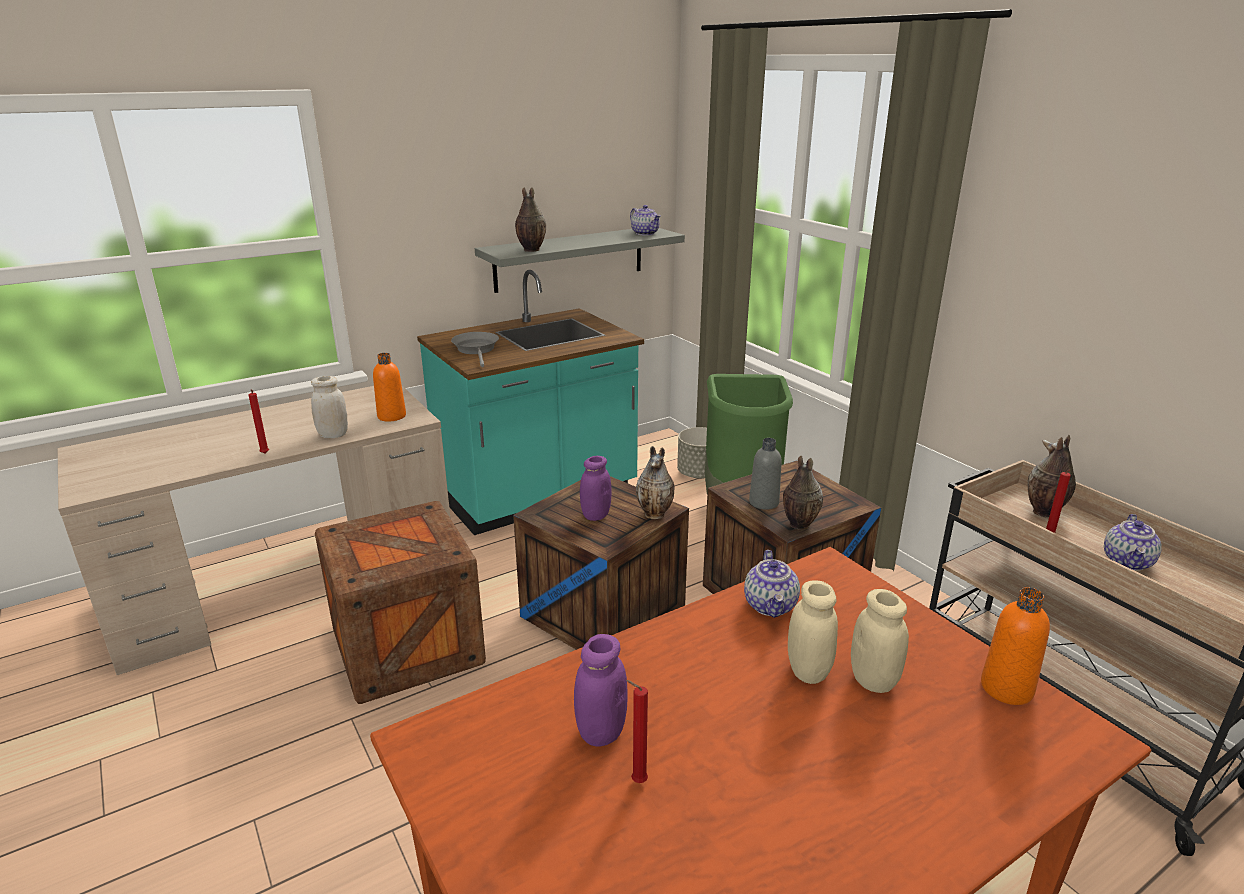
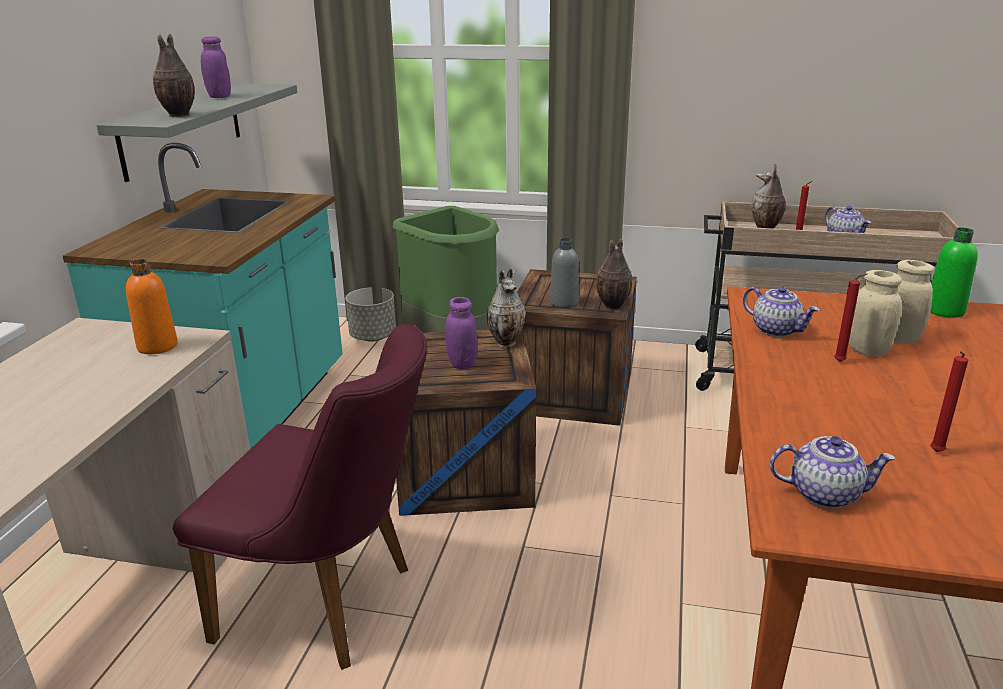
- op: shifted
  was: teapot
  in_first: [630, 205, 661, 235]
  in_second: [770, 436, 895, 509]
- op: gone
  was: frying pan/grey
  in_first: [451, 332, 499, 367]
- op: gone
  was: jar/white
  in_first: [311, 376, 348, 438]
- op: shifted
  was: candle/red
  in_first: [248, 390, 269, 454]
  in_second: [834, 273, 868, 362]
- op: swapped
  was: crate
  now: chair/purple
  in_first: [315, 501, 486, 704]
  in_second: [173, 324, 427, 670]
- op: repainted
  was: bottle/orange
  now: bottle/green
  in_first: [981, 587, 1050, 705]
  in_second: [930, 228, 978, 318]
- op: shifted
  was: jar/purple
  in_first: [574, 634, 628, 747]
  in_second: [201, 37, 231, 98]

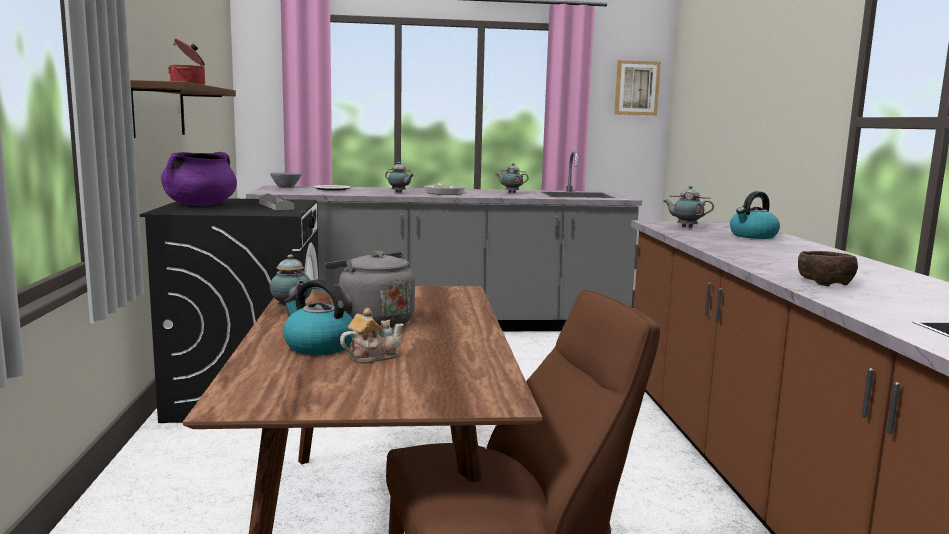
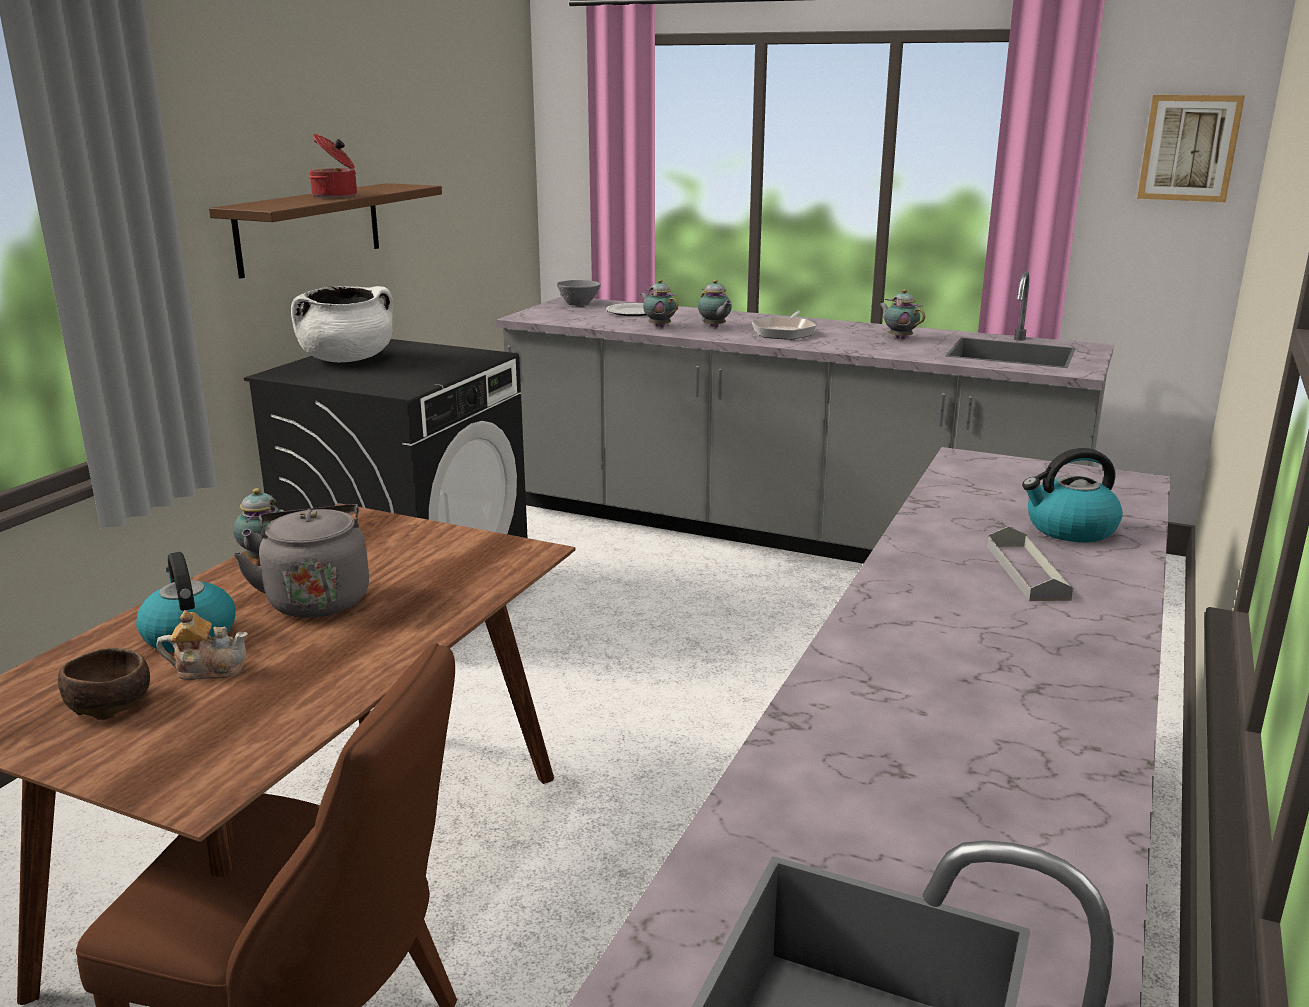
- op: repainted
  was: cooking pot/purple
  now: cooking pot/white
  in_first: [161, 152, 237, 206]
  in_second: [291, 286, 393, 362]
- op: shifted
  was: teapot
  in_first: [664, 186, 714, 228]
  in_second: [640, 280, 678, 328]
- op: shifted
  was: tray/grey
  in_first: [259, 193, 294, 210]
  in_second: [987, 526, 1073, 601]
- op: shifted
  was: bowl/brown
  in_first: [798, 251, 858, 286]
  in_second: [58, 648, 150, 720]

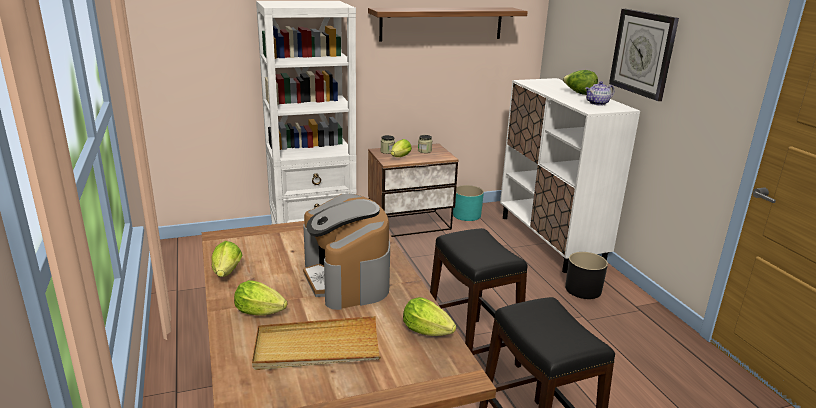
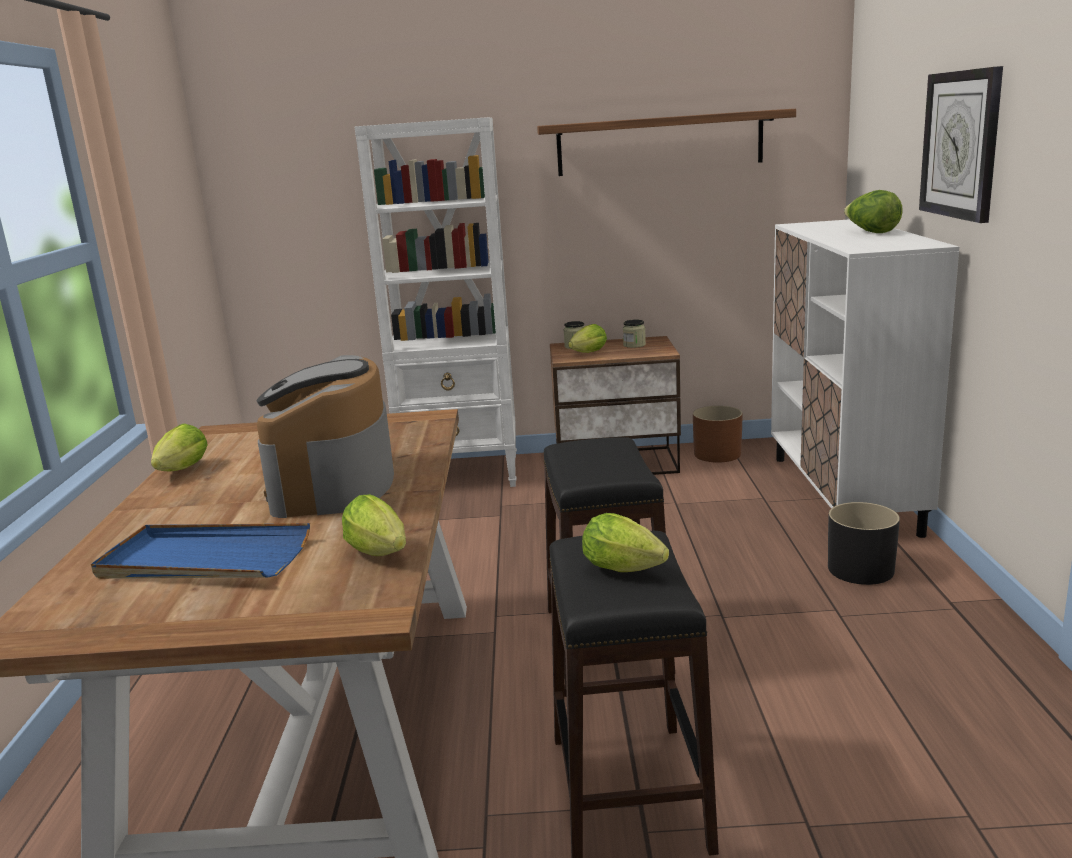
- op: gone
  was: teapot
  in_first: [585, 81, 614, 106]
- op: repainted
  was: planter/turquoise
  now: planter/brown
  in_first: [453, 185, 484, 221]
  in_second: [693, 406, 743, 463]
- op: shifted
  was: lettuce
  in_first: [234, 280, 287, 316]
  in_second: [582, 513, 669, 572]
- op: repainted
  was: tray/beige
  now: tray/blue
  in_first: [252, 316, 381, 370]
  in_second: [91, 523, 310, 579]

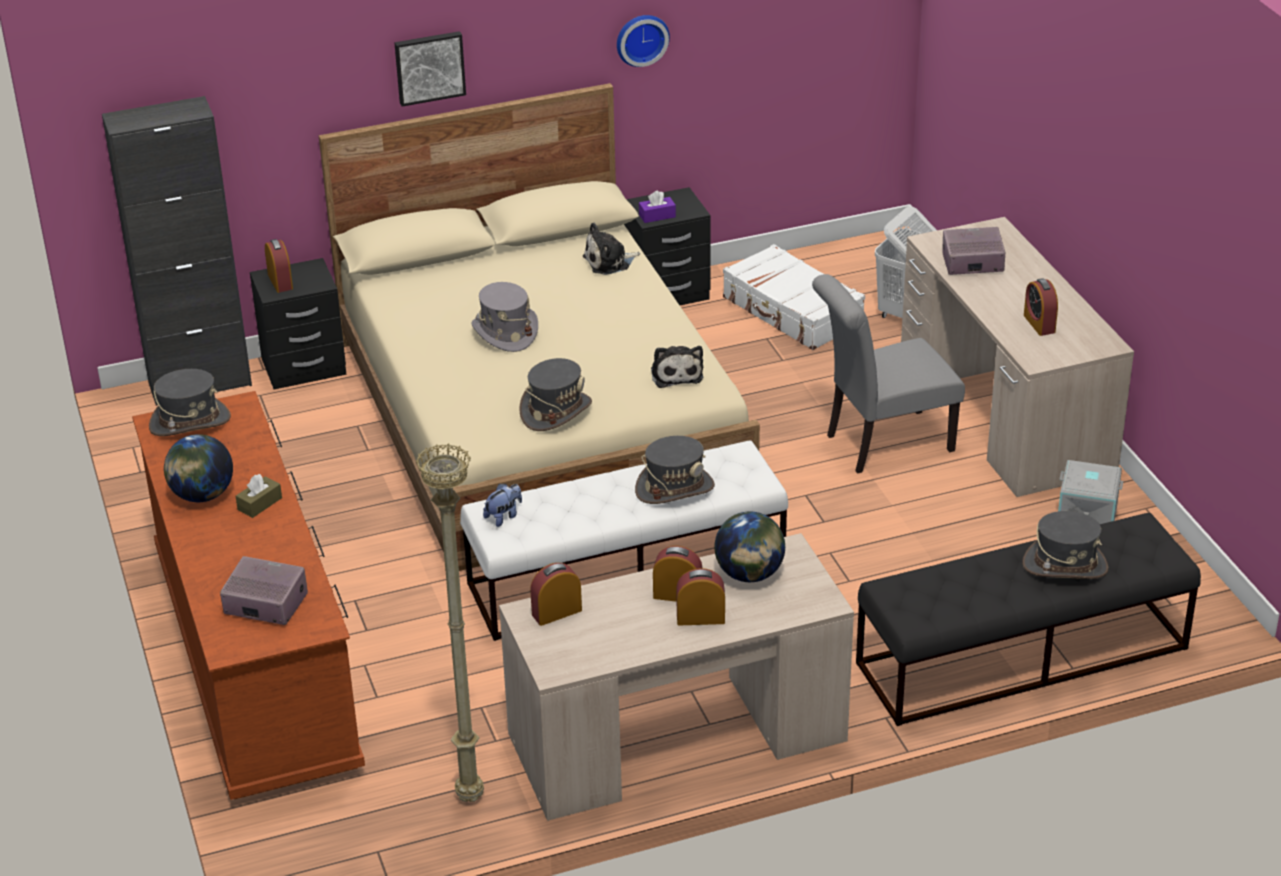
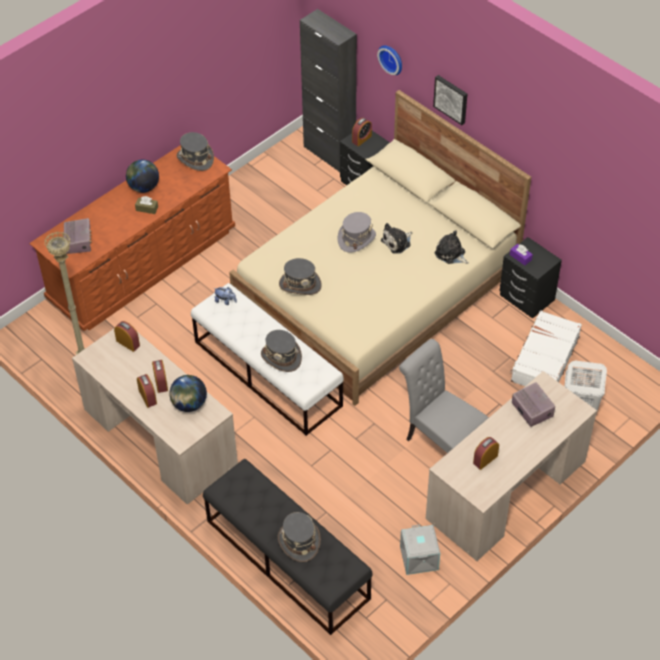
- op: shifted
  was: wall clock
  in_first: [617, 15, 670, 67]
  in_second: [377, 45, 402, 75]
- op: shifted
  was: plush toy
  in_first: [651, 346, 703, 388]
  in_second: [381, 223, 412, 254]

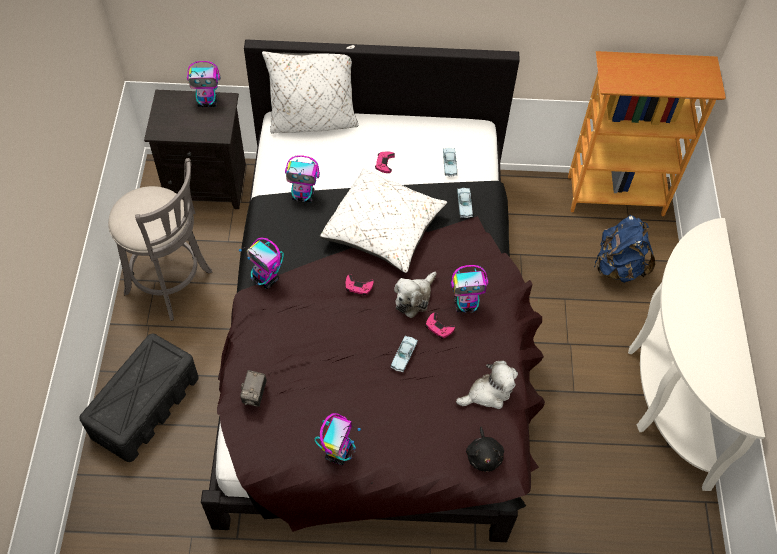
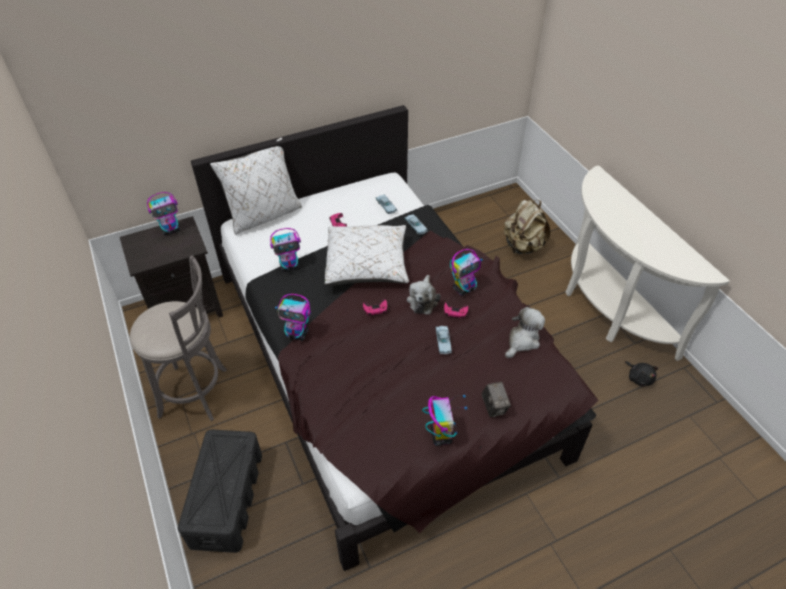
- op: gone
  was: bookcase
  in_first: [568, 51, 726, 216]
- op: repainted
  was: backpack/blue
  now: backpack/beige
  in_first: [594, 215, 655, 283]
  in_second: [504, 200, 550, 254]
- op: shifted
  was: photo camera
  in_first: [240, 370, 267, 407]
  in_second: [481, 382, 511, 417]
- op: shifted
  was: plush toy/black
  in_first: [466, 427, 504, 472]
  in_second: [625, 361, 658, 386]

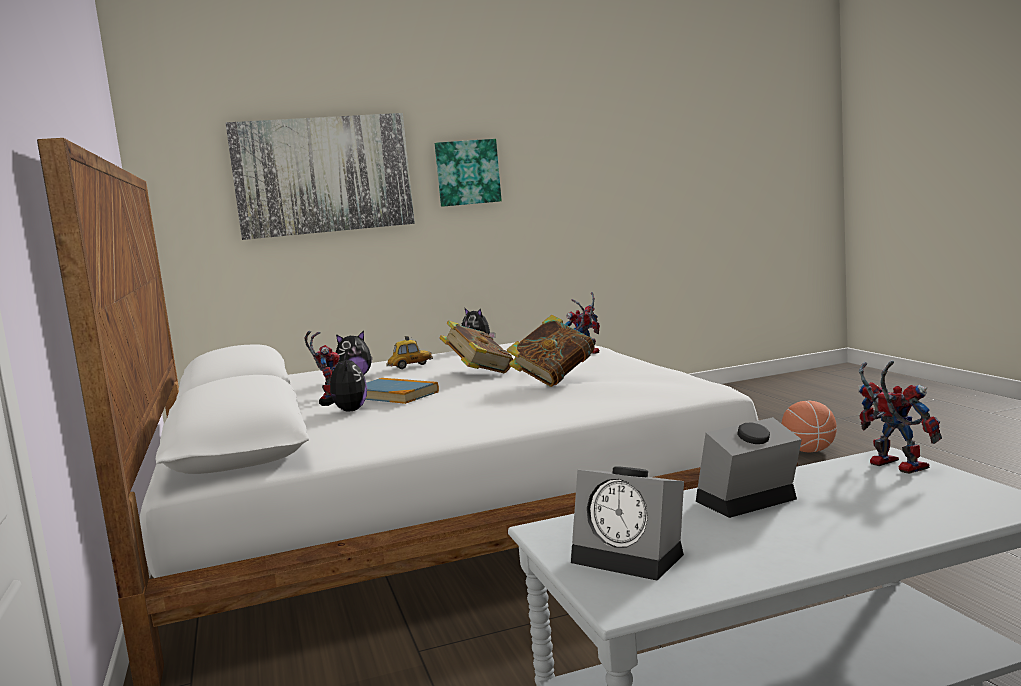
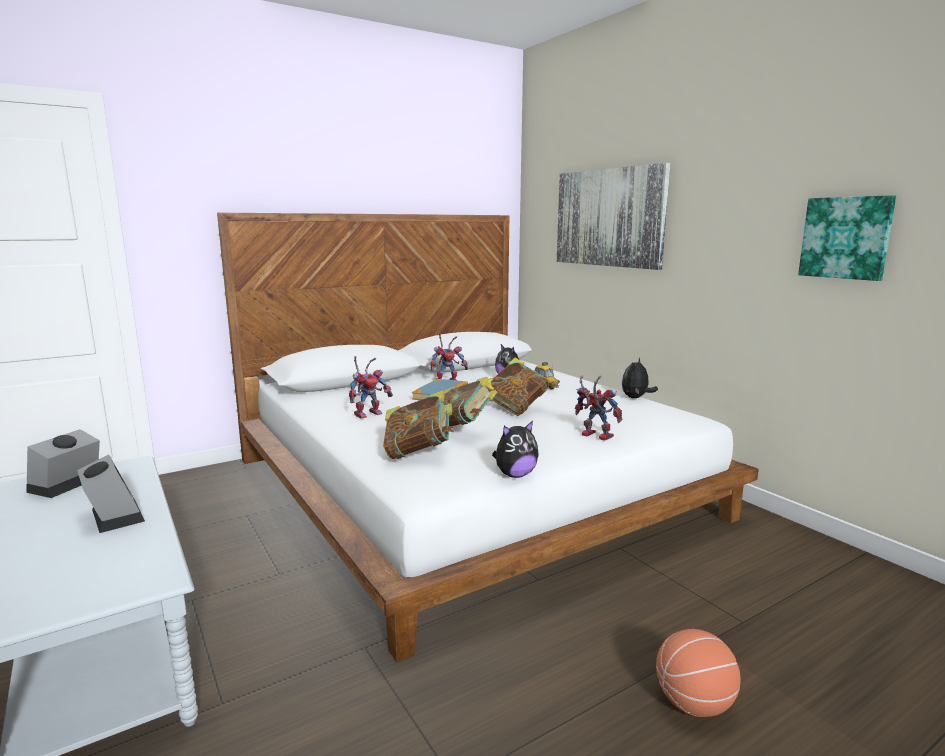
- op: shifted
  was: picture
  in_first: [435, 139, 502, 207]
  in_second: [798, 195, 896, 281]
- op: shifted
  was: plush toy
  in_first: [319, 353, 367, 412]
  in_second: [492, 421, 539, 478]
- op: shifted
  was: toy robot
  in_first: [858, 361, 942, 474]
  in_second: [349, 356, 393, 419]
- op: new
  now: book
  in_second: [383, 390, 454, 459]

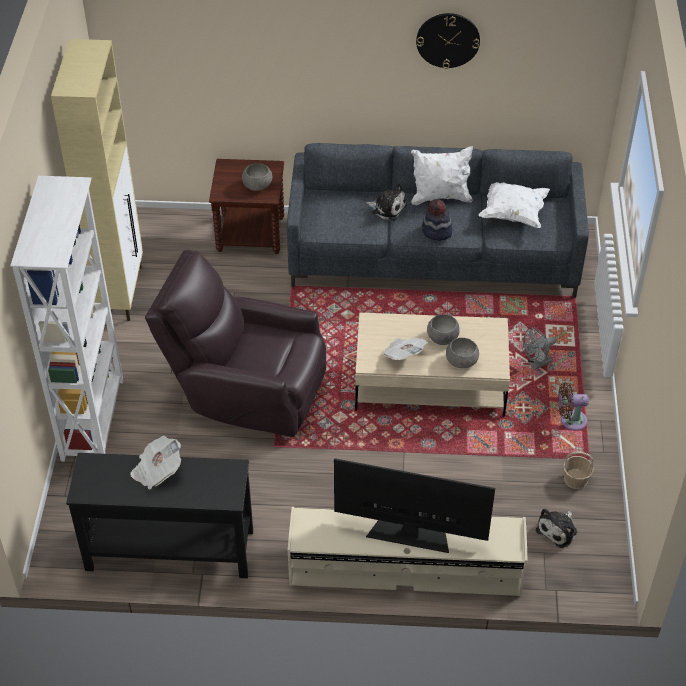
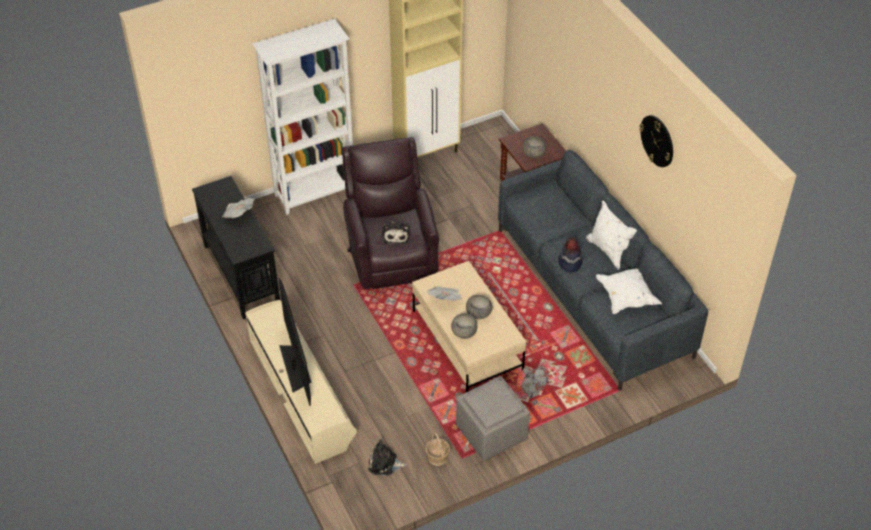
- op: shifted
  was: plush toy
  in_first: [366, 183, 407, 221]
  in_second: [382, 221, 410, 244]
- op: rotated
  was: fan/grey
  in_first: [523, 327, 557, 370]
  in_second: [521, 368, 549, 399]
  clockwise: -150
- op: swapped
  was: fan/brown
  now: ottoman/grey
  in_first: [558, 382, 589, 431]
  in_second: [456, 376, 530, 461]

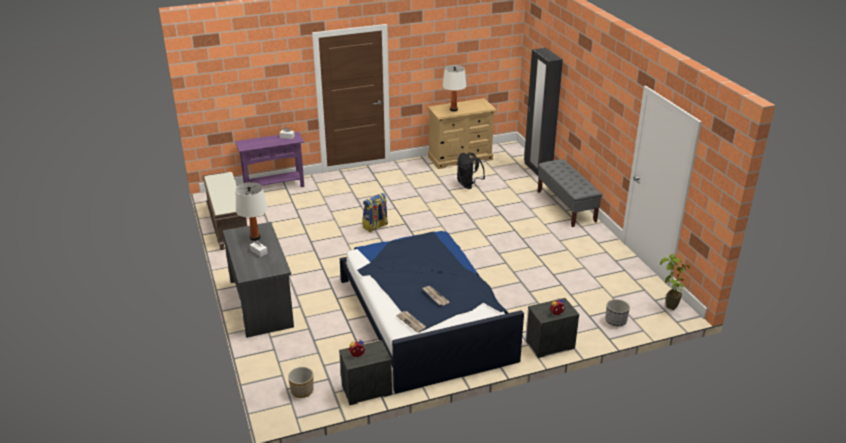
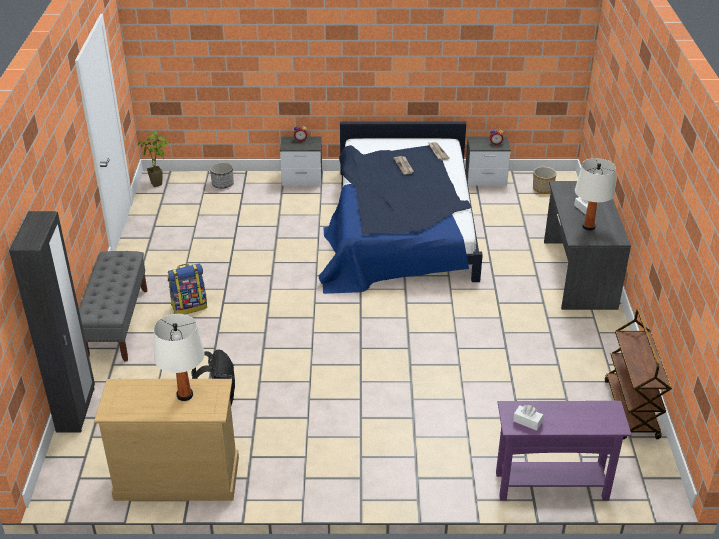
- op: swapped
  was: bench/brown
  now: cart/brown
  in_first: [203, 172, 247, 250]
  in_second: [605, 309, 672, 439]
- op: shifted
  was: backpack
  in_first: [363, 193, 388, 232]
  in_second: [168, 264, 207, 314]

